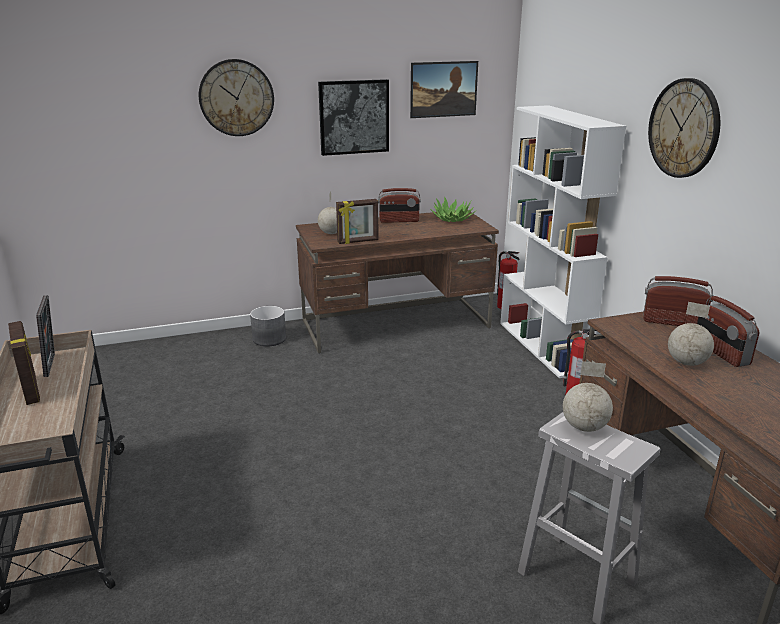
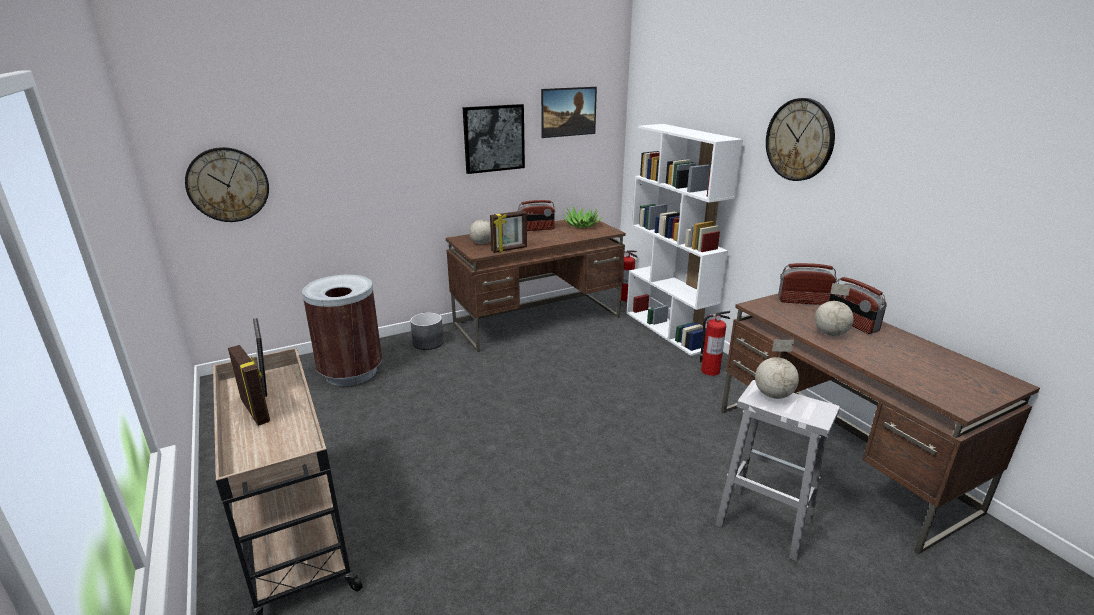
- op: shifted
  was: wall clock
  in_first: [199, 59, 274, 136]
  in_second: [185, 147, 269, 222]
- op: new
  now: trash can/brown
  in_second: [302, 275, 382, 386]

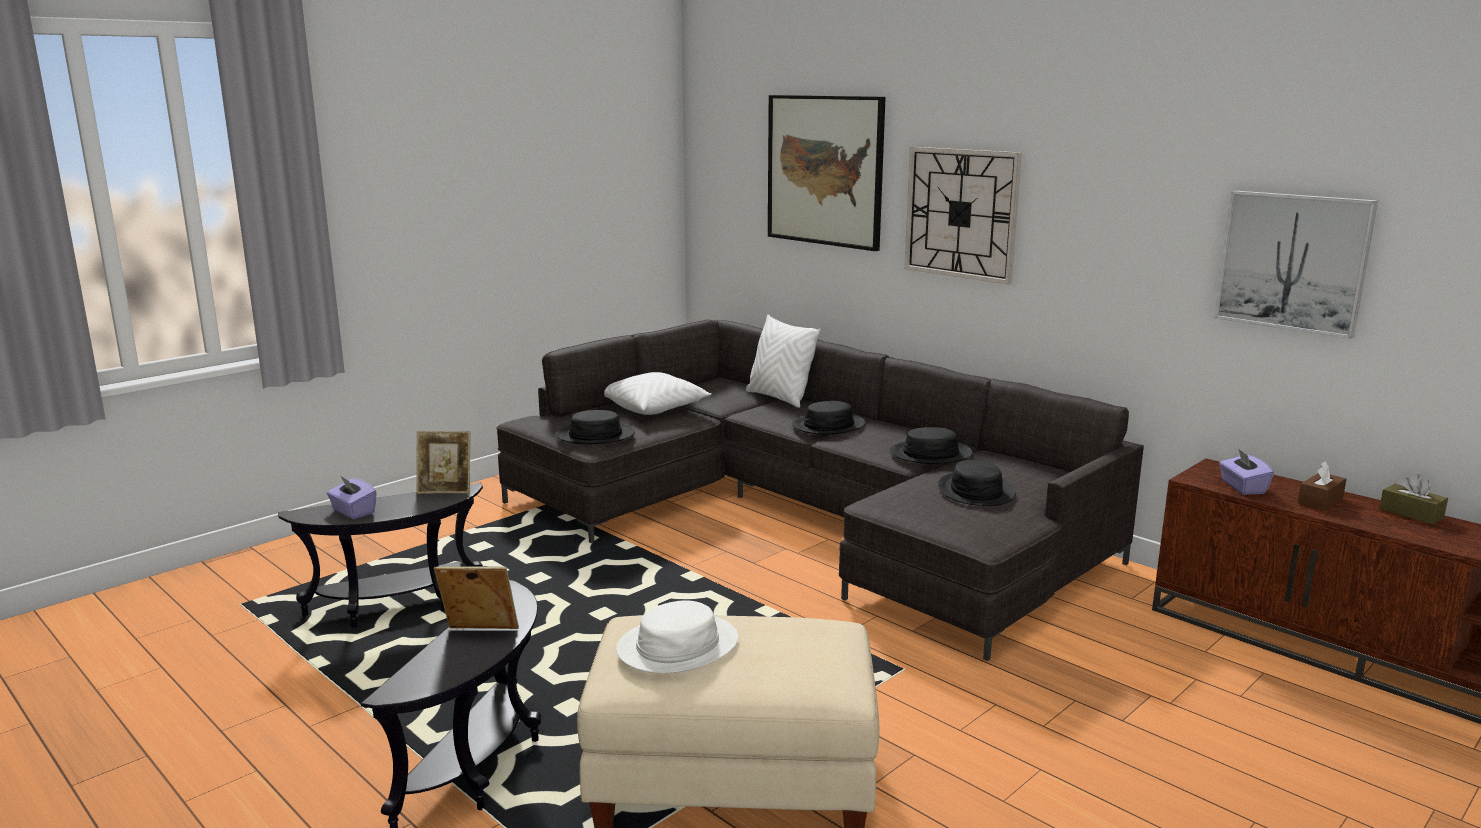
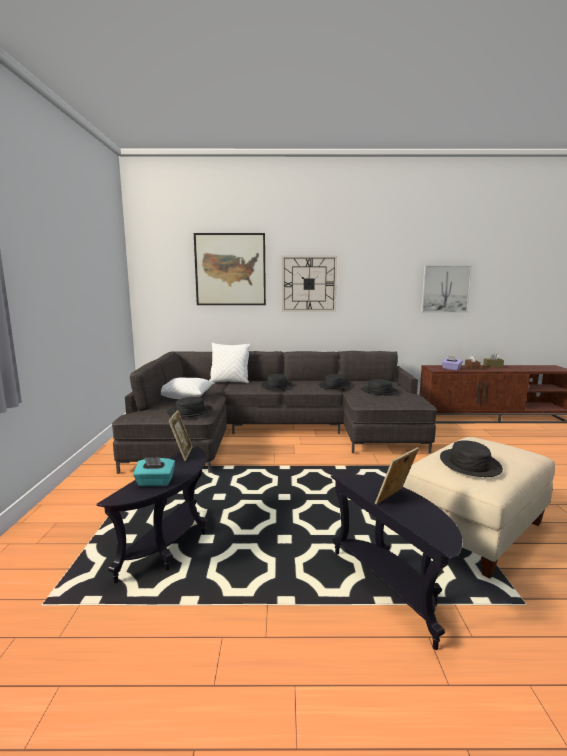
- op: rotated
  was: picture frame
  in_first: [416, 431, 470, 494]
  in_second: [168, 410, 193, 461]
  clockwise: -45
- op: repainted
  was: tissue box/purple
  now: tissue box/turquoise
  in_first: [327, 476, 377, 519]
  in_second: [133, 457, 175, 486]
- op: repainted
  was: hat/white
  now: hat/black
  in_first: [616, 600, 738, 673]
  in_second: [440, 440, 503, 477]

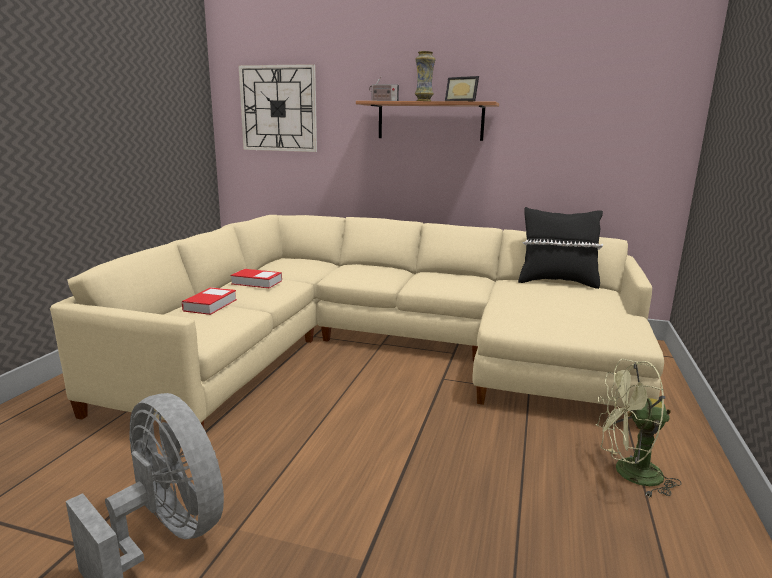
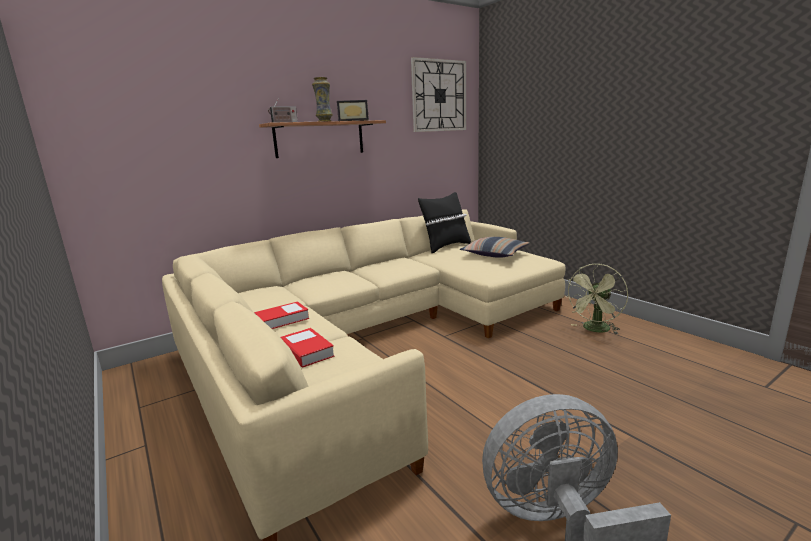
- op: shifted
  was: wall clock
  in_first: [238, 64, 317, 152]
  in_second: [411, 57, 466, 132]
- op: new
  now: pillow
  in_second: [460, 237, 529, 258]

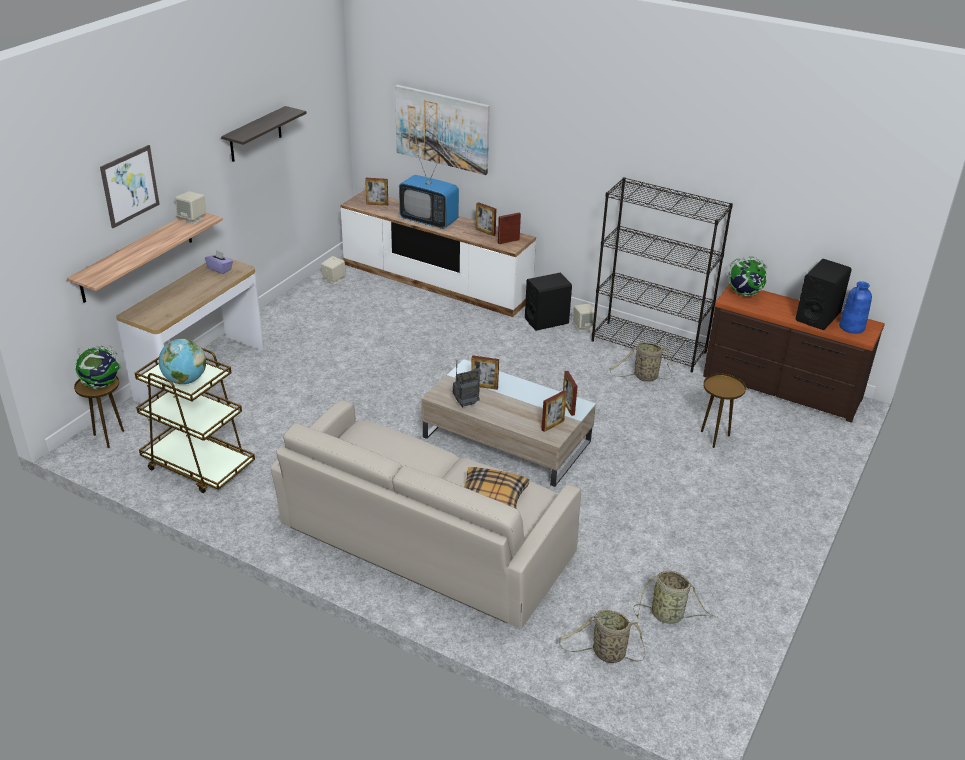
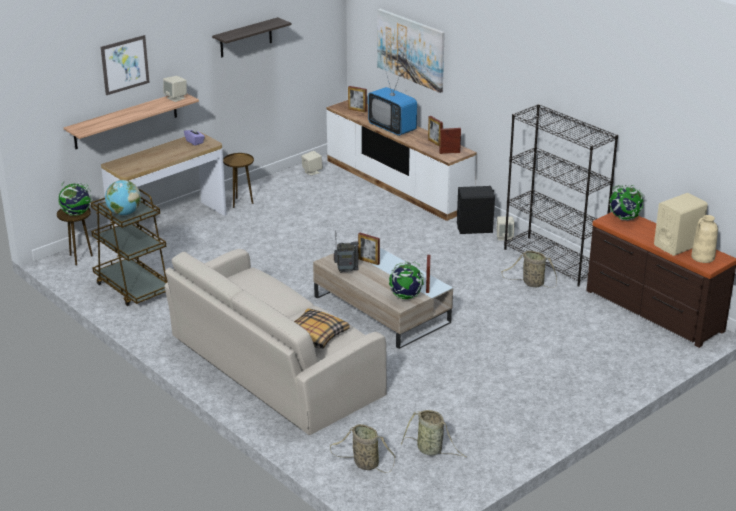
- op: repainted
  was: speaker/black
  now: speaker/beige
  in_first: [795, 259, 852, 330]
  in_second: [654, 193, 708, 256]
- op: repainted
  was: vase/blue
  now: vase/beige
  in_first: [839, 281, 872, 334]
  in_second: [691, 215, 718, 263]
- op: shifted
  was: side table/brown
  in_first: [701, 374, 746, 448]
  in_second: [223, 153, 254, 208]
- op: swapped
  was: picture frame
  now: globe
  in_first: [541, 390, 567, 432]
  in_second: [389, 261, 424, 299]

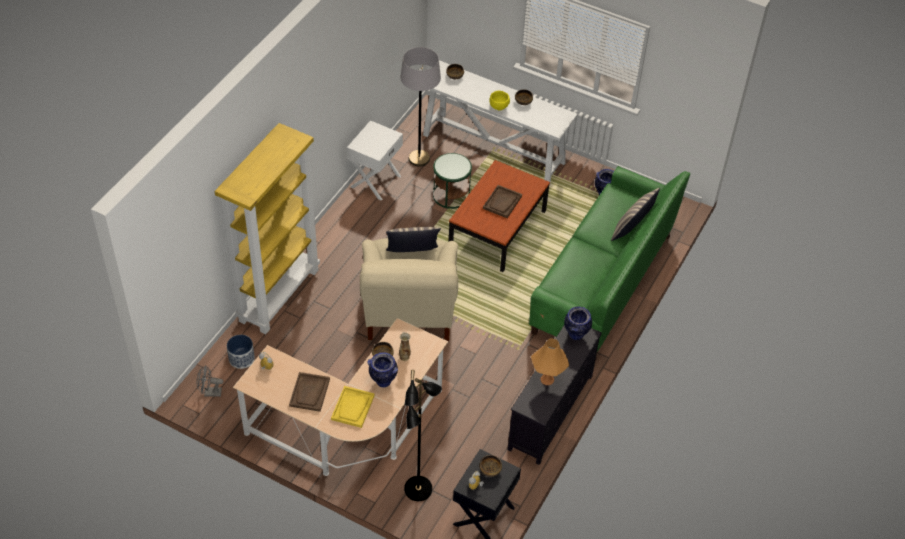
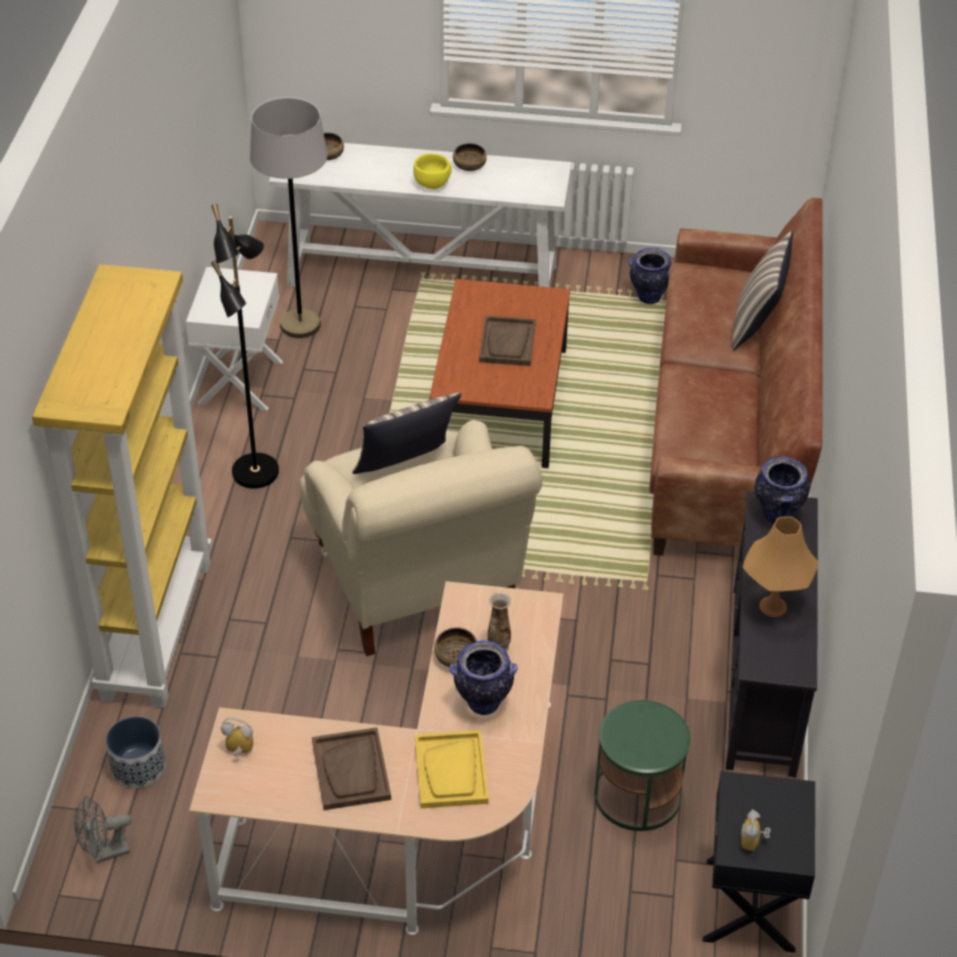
- op: shifted
  was: side table/green
  in_first: [433, 153, 472, 209]
  in_second: [594, 700, 691, 831]
- op: repainted
  was: sofa/green
  now: sofa/brown
  in_first: [529, 166, 690, 361]
  in_second: [649, 197, 823, 556]
- op: shifted
  was: floor lamp/black
  in_first: [404, 370, 442, 501]
  in_second: [211, 204, 279, 489]
- op: gone
  was: bowl
  in_first: [479, 455, 502, 477]

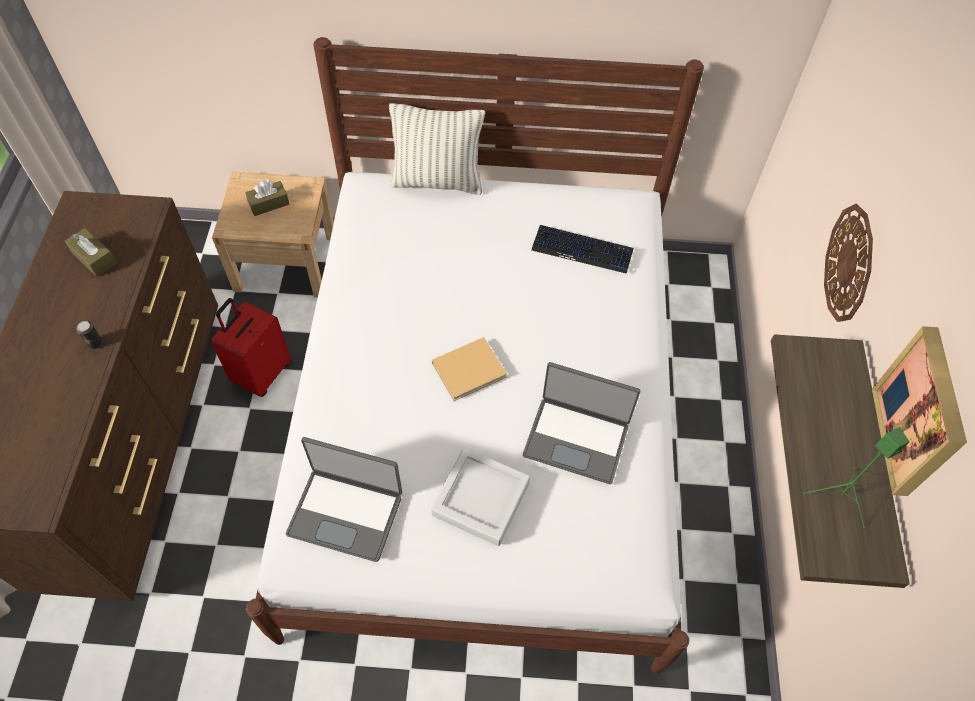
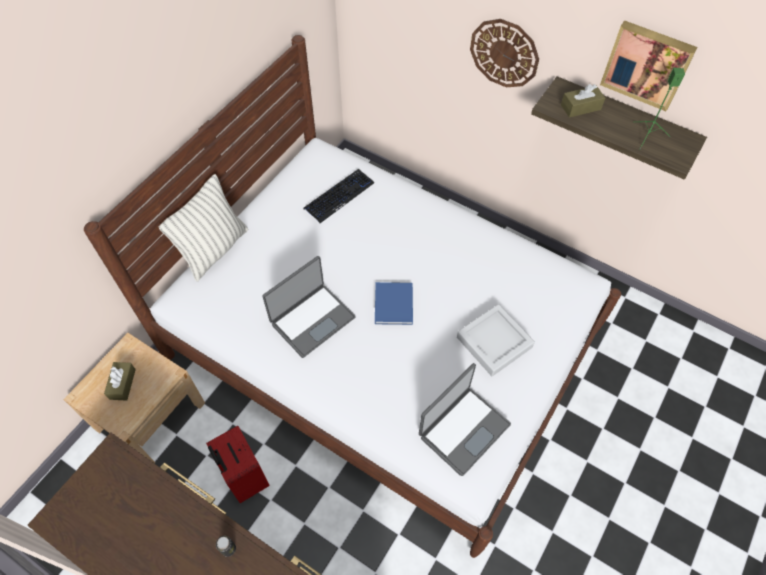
- op: shifted
  was: tissue box/brown
  in_first: [65, 228, 117, 277]
  in_second: [561, 84, 605, 118]
- op: repainted
  was: book/beige
  now: book/blue
  in_first: [432, 337, 507, 401]
  in_second: [375, 282, 413, 325]
- op: shifted
  was: laptop
  in_first: [523, 362, 640, 484]
  in_second: [262, 256, 356, 358]

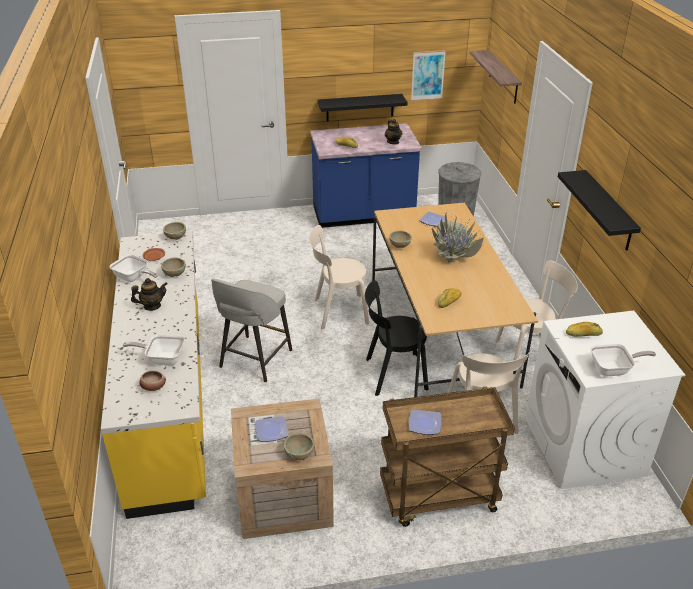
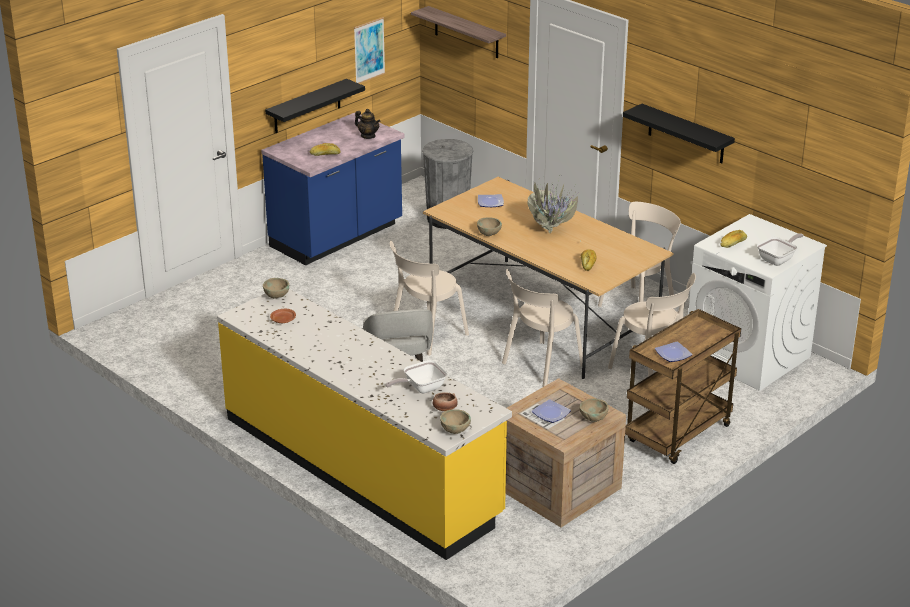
- op: gone
  was: frying pan
  in_first: [109, 254, 158, 282]
- op: shifted
  was: bowl/beige
  in_first: [161, 257, 186, 277]
  in_second: [440, 409, 471, 434]
- op: gone
  was: teapot
  in_first: [131, 278, 167, 311]
- op: repainted
  was: chair/black
  now: chair/beige
  in_first: [365, 280, 429, 396]
  in_second: [502, 269, 583, 387]

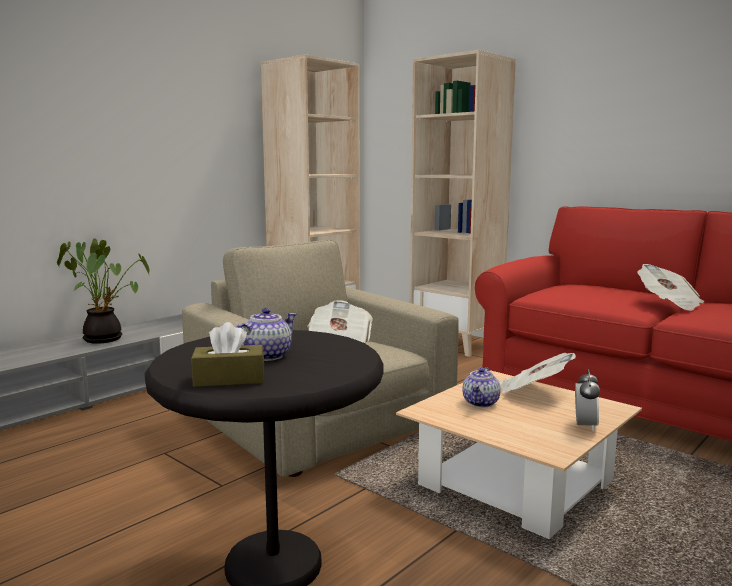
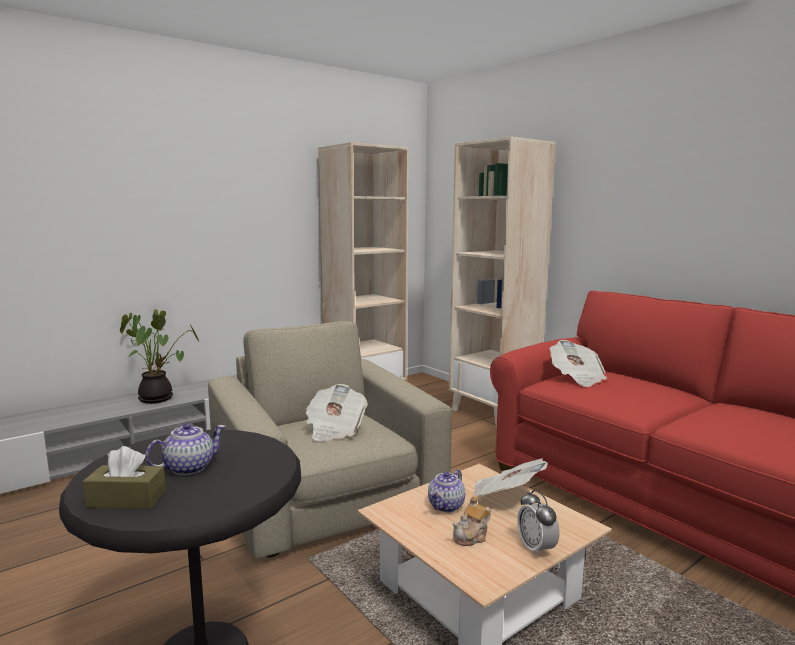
- op: shifted
  was: newspaper
  in_first: [637, 264, 704, 311]
  in_second: [550, 340, 607, 387]
- op: rotated
  was: alarm clock
  in_first: [575, 369, 600, 432]
  in_second: [517, 490, 560, 558]
  clockwise: 135
- op: new
  now: teapot
  in_second: [452, 496, 491, 546]

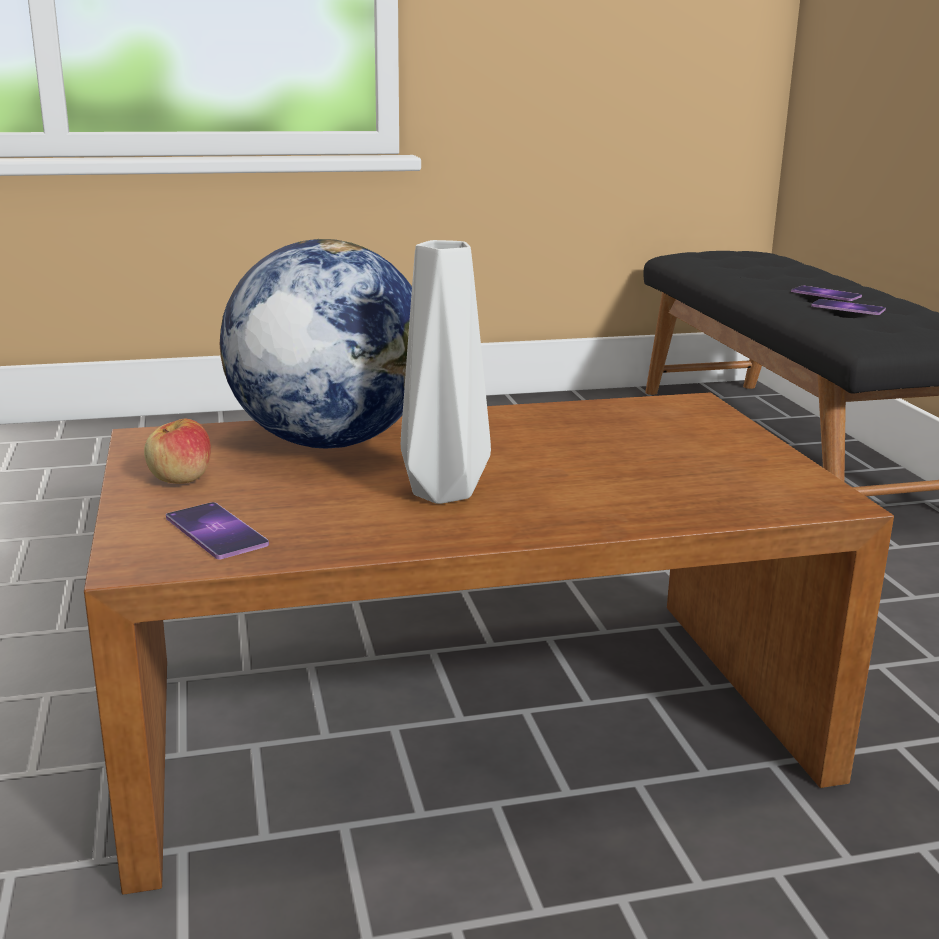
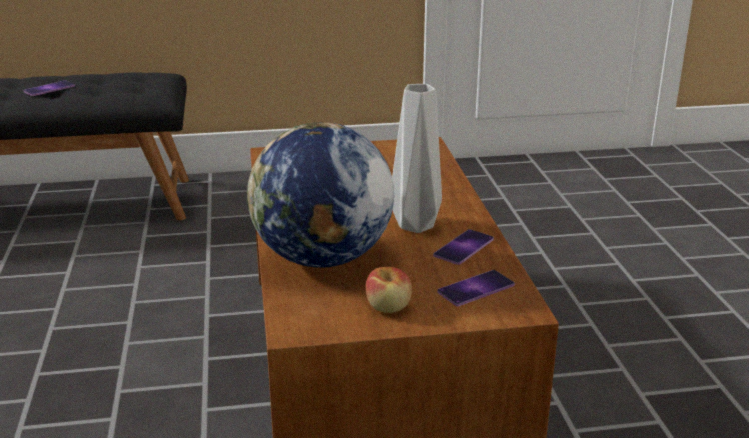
- op: shifted
  was: phone
  in_first: [811, 299, 886, 315]
  in_second: [433, 229, 494, 265]

